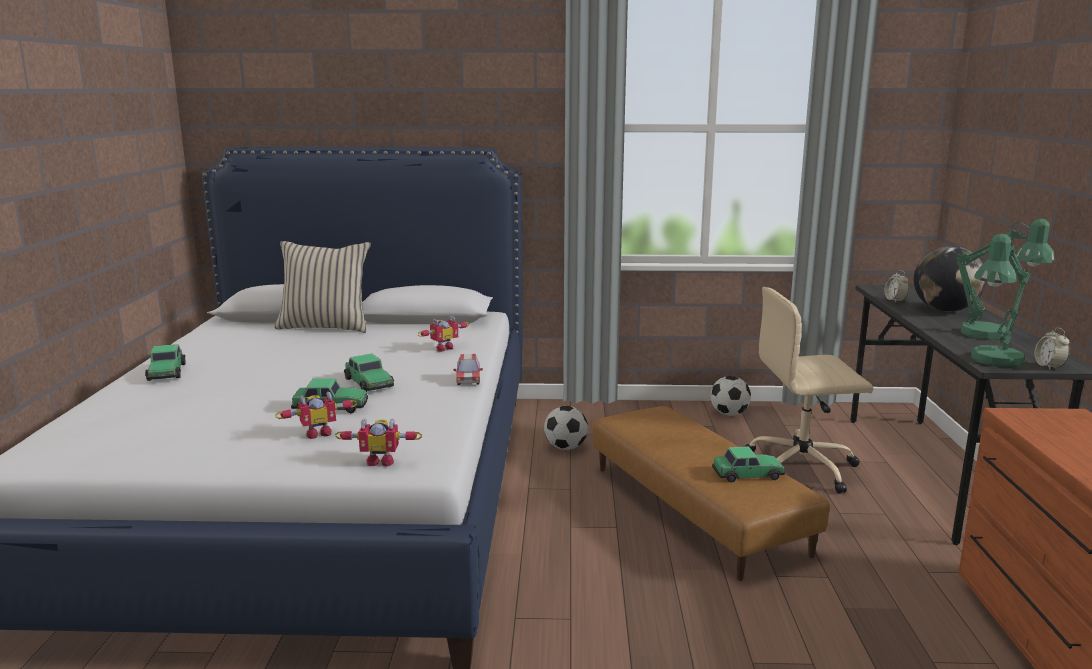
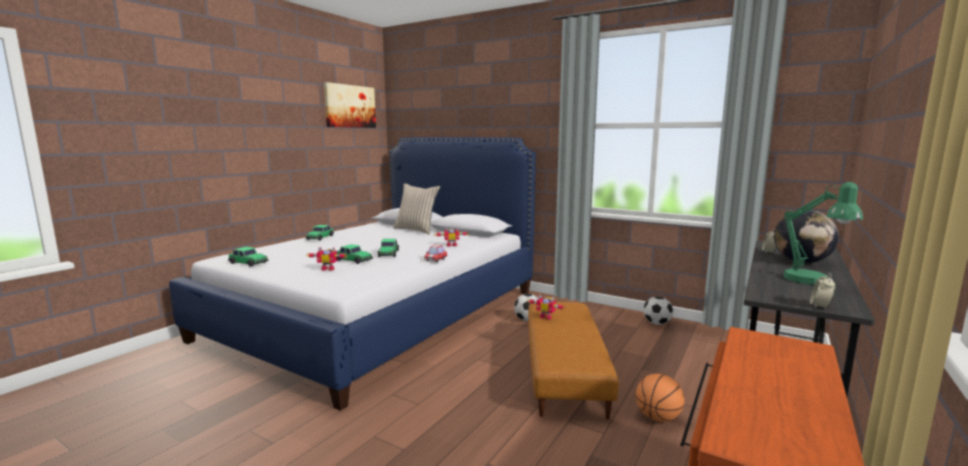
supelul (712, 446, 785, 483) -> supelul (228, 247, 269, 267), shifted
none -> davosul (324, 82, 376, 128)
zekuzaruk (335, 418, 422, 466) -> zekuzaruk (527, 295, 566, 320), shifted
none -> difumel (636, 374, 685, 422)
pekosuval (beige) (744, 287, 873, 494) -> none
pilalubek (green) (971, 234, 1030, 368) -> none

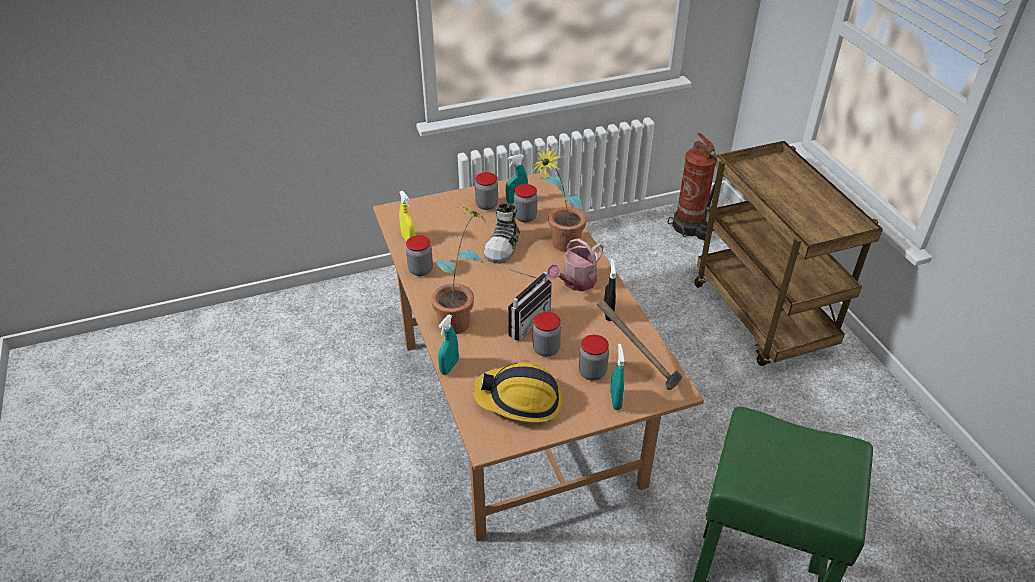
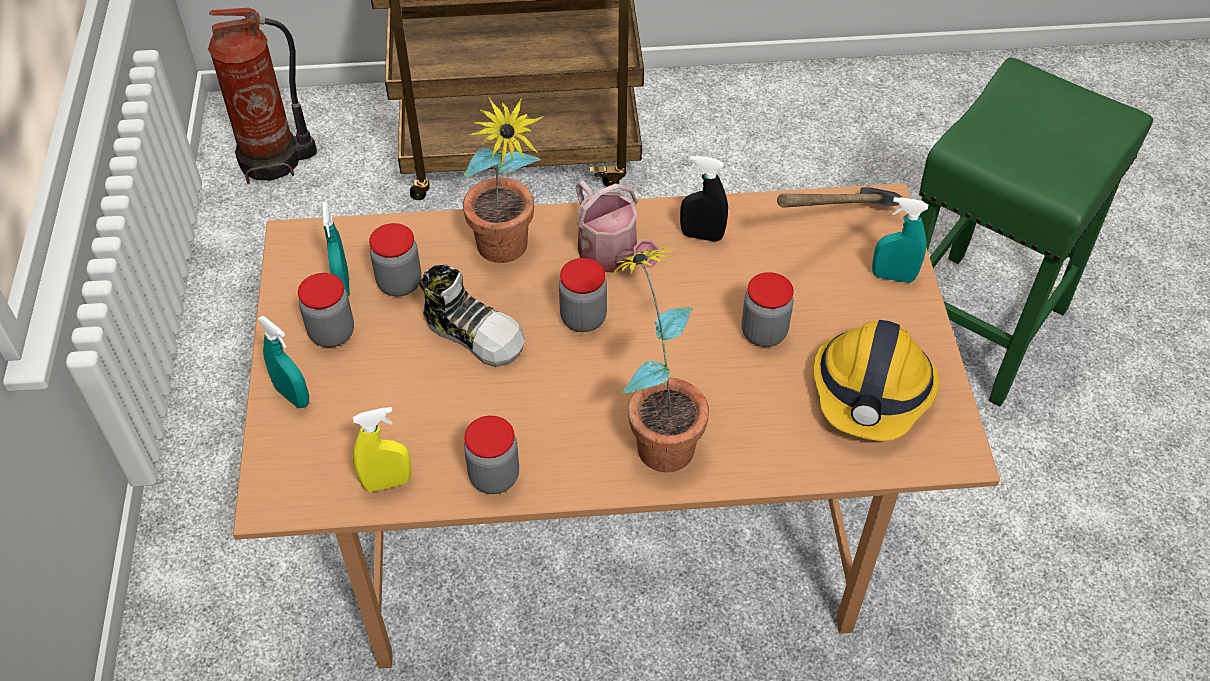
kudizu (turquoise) (438, 315, 459, 375) -> kudizu (turquoise) (258, 316, 309, 408), shifted
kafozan (579, 335, 609, 381) -> kafozan (559, 258, 607, 332), shifted
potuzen (508, 269, 552, 341) -> none

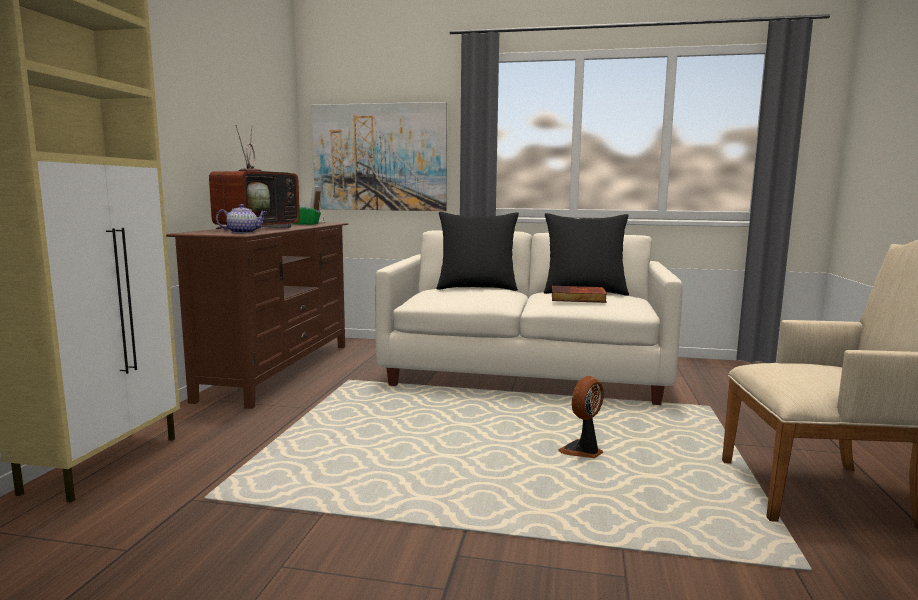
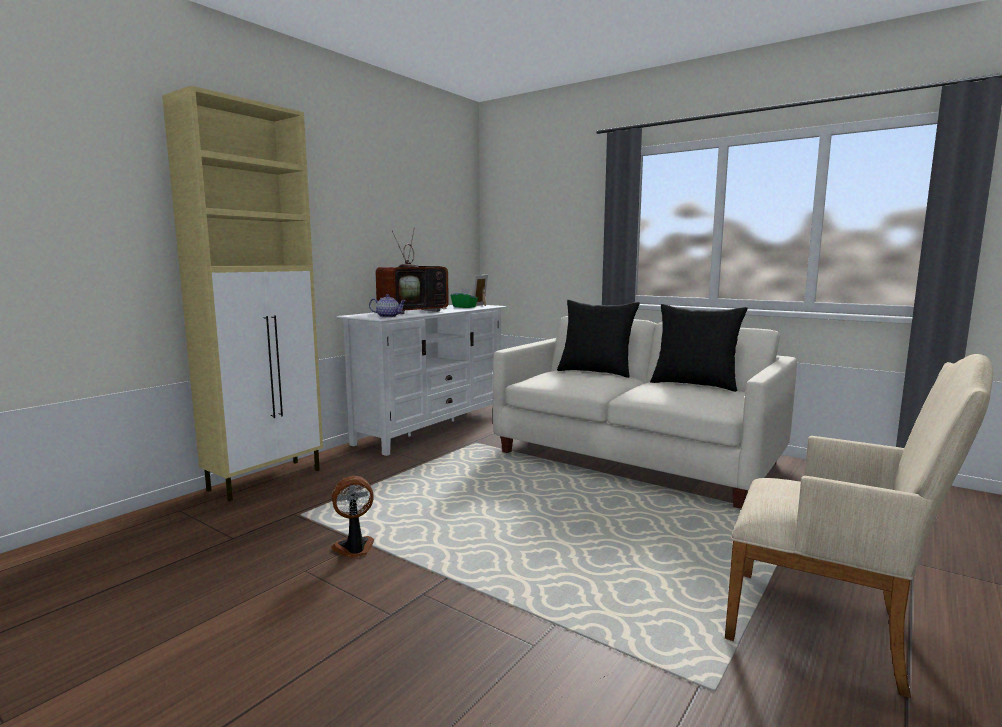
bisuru (558, 376, 604, 458) -> bisuru (331, 476, 374, 558), shifted
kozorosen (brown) (166, 222, 348, 409) -> kozorosen (white) (336, 305, 507, 456)
davosul (312, 102, 447, 211) -> none
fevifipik (552, 286, 607, 303) -> none

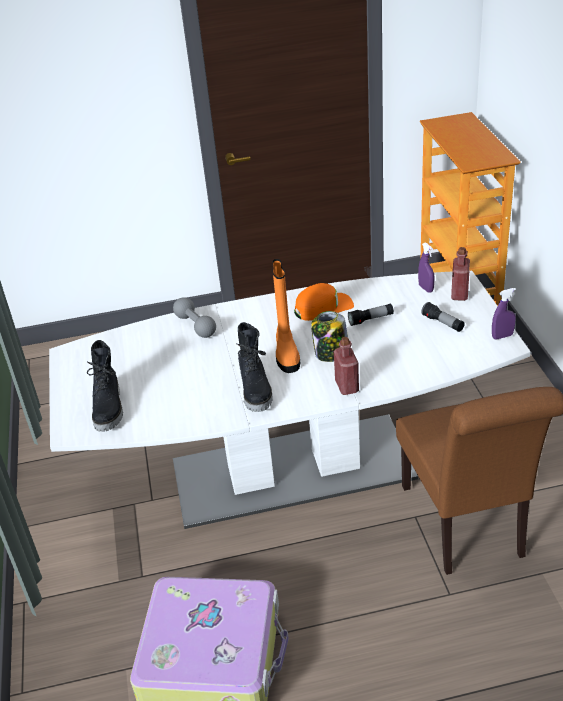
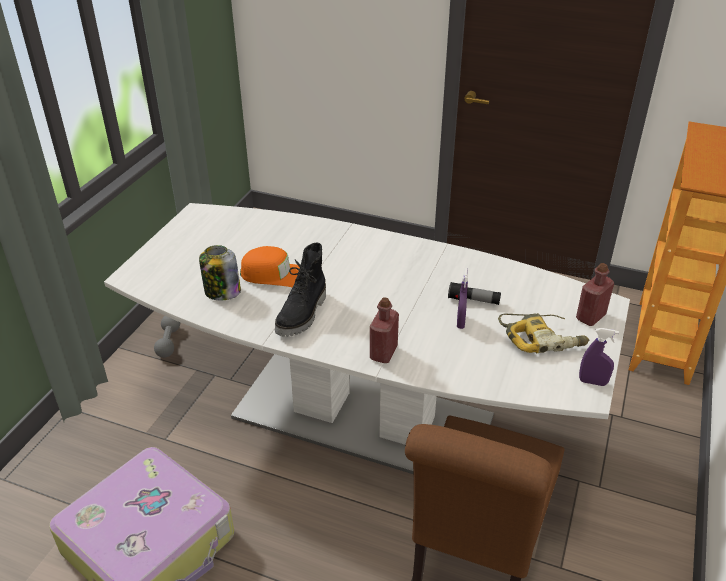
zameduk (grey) (173, 297, 216, 338) -> zameduk (grey) (154, 316, 180, 358), shifted
kafozan (311, 311, 348, 362) -> kafozan (199, 245, 241, 300), shifted
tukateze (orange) (294, 283, 354, 321) -> tukateze (orange) (240, 246, 300, 287), shifted
kudizu (purple) (418, 242, 435, 293) -> kudizu (purple) (457, 268, 468, 329), shifted
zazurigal (421, 302, 465, 332) -> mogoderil (498, 313, 589, 353)
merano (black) (87, 340, 123, 432) -> none
merano (orange) (272, 259, 300, 373) -> none

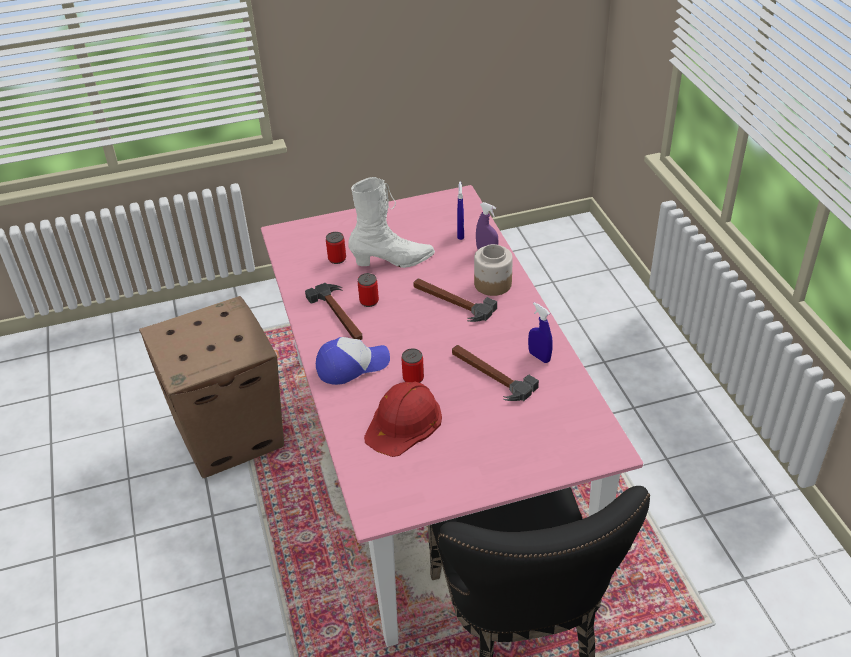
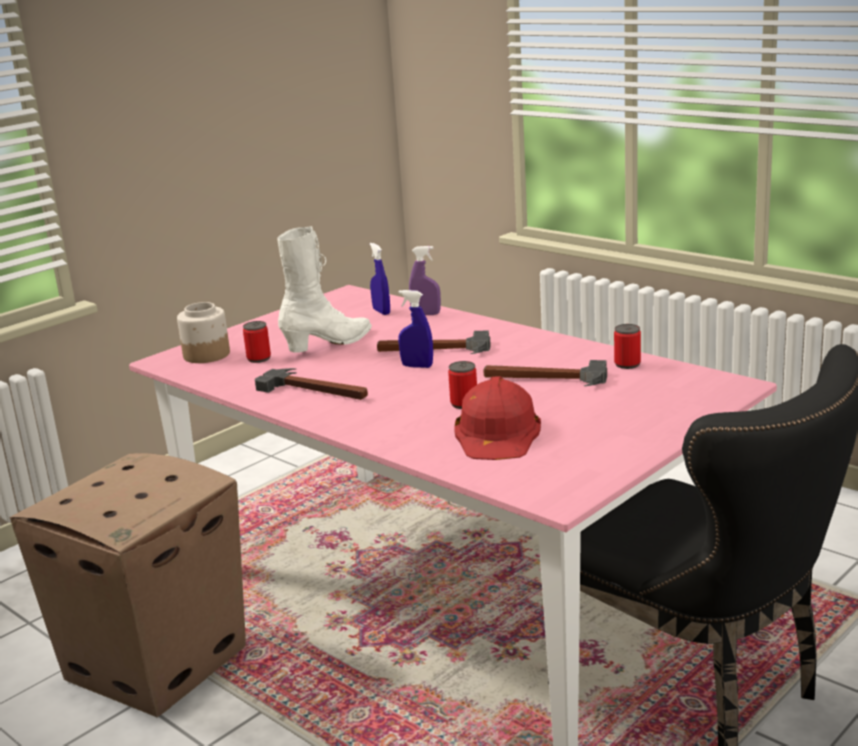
kafozan (474, 244, 513, 296) -> kafozan (177, 302, 230, 363), shifted
kudizu (blue) (528, 302, 553, 363) -> kudizu (blue) (398, 290, 433, 368), shifted
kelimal (358, 273, 379, 307) -> kelimal (614, 324, 641, 369), shifted
tukateze (316, 337, 390, 385) -> none

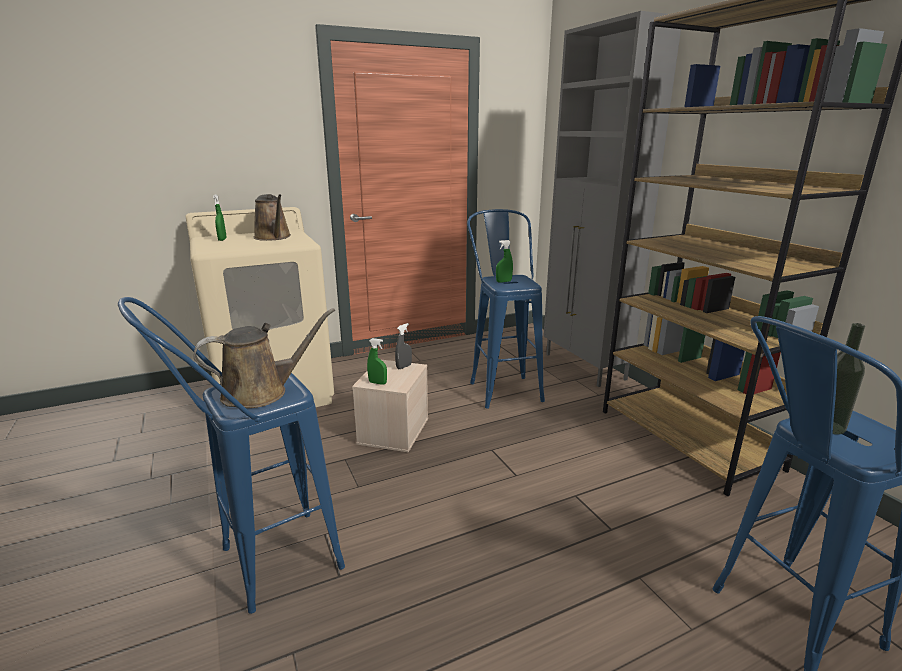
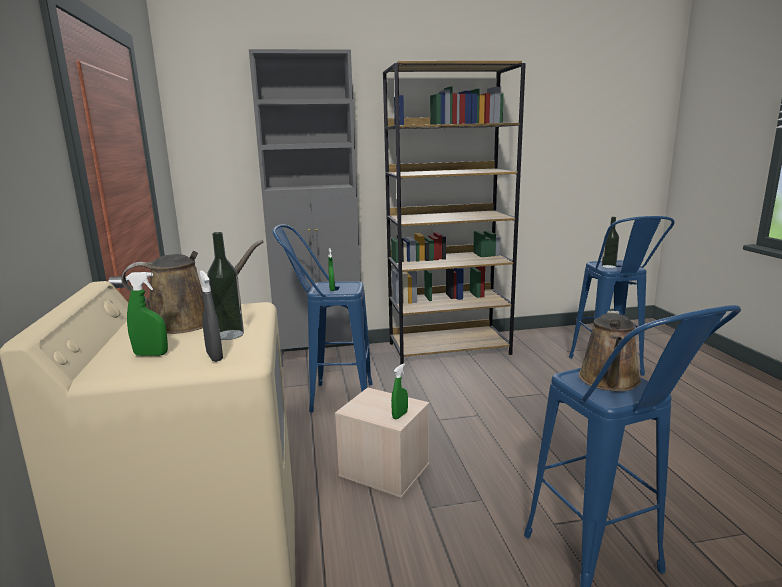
kudizu (grey) (395, 323, 412, 369) -> kudizu (grey) (199, 270, 223, 362), shifted
none -> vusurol (207, 232, 244, 340)
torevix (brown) (194, 308, 335, 408) -> torevix (brown) (579, 311, 641, 392), 150 degrees counterclockwise

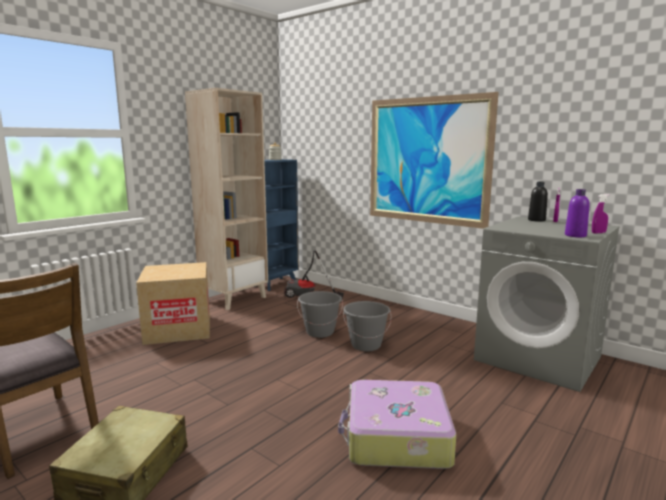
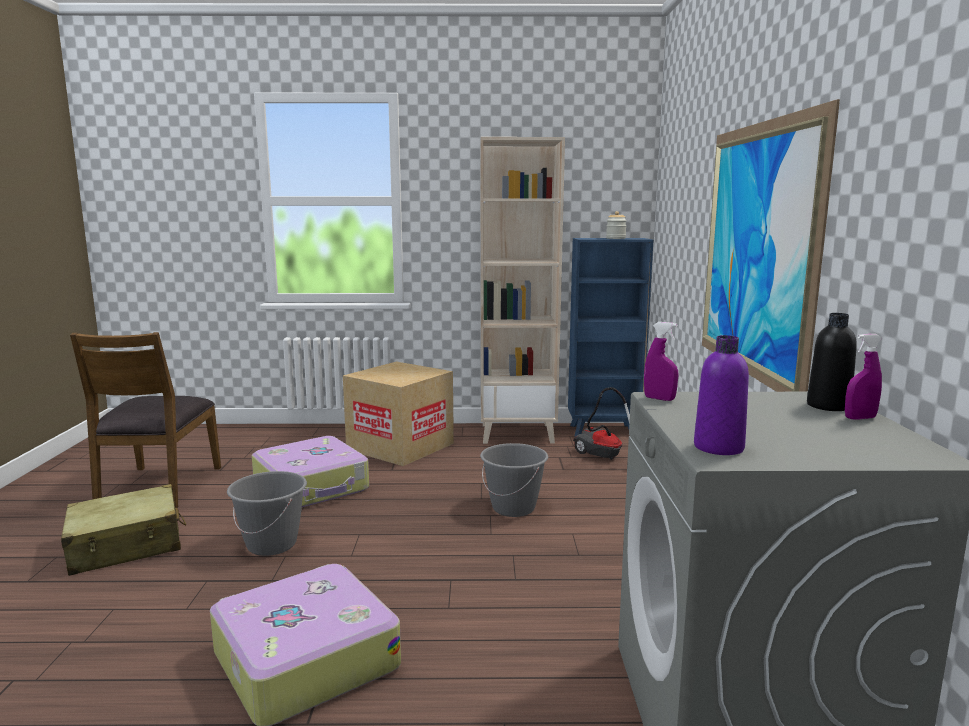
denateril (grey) (343, 301, 391, 351) -> denateril (grey) (227, 471, 307, 556), shifted
none -> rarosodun (252, 436, 369, 507)
kudizu (purple) (592, 194, 609, 233) -> kudizu (purple) (644, 322, 678, 401), shifted

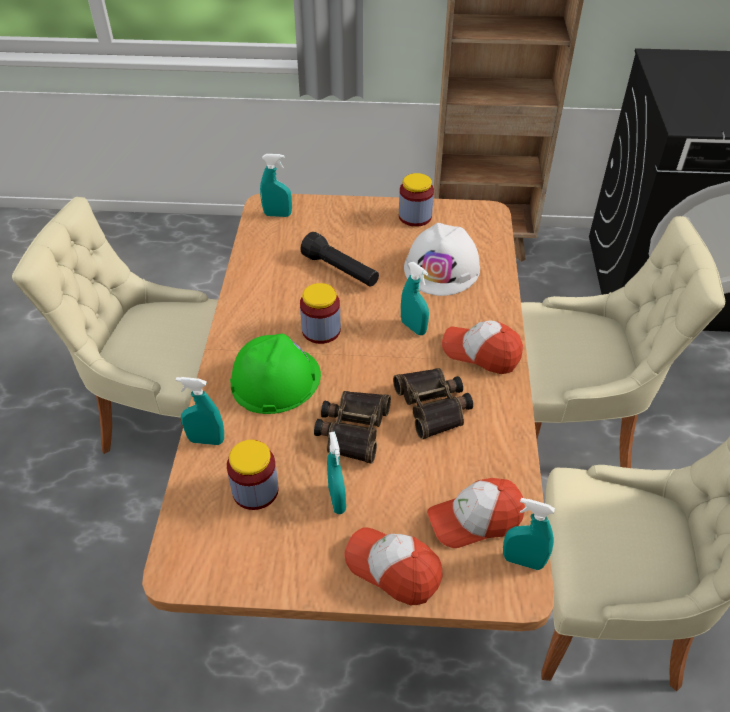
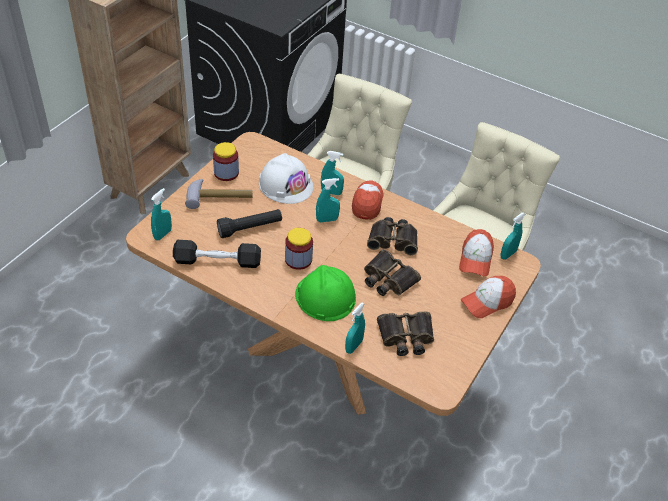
none -> zameduk (black) (173, 240, 261, 268)
none -> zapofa (185, 179, 253, 209)
kudizu (turquoise) (327, 431, 346, 514) -> kudizu (turquoise) (321, 151, 344, 195), shifted
tukateze (442, 320, 523, 374) -> tukateze (352, 180, 383, 220), 135 degrees clockwise
kafozan (227, 440, 279, 510) -> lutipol (377, 312, 434, 356)
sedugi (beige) (12, 197, 218, 454) -> none

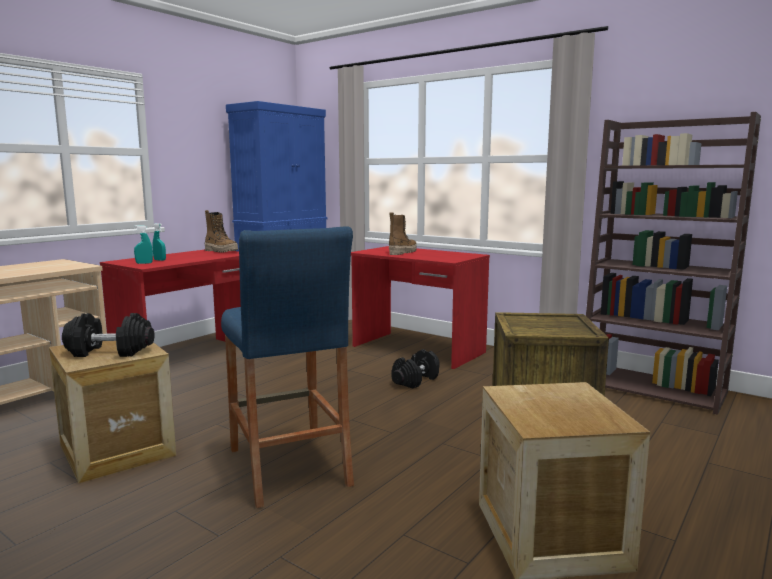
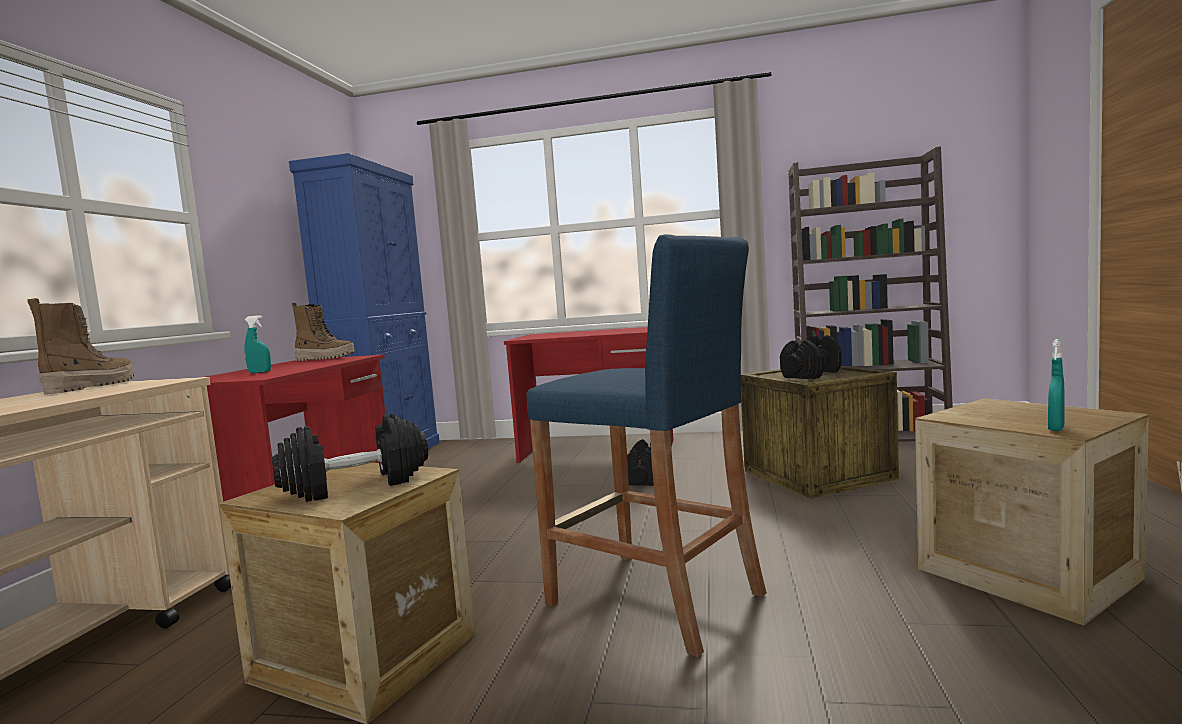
merano (389, 213, 417, 255) -> merano (27, 298, 134, 394), shifted
none -> zameduk (black) (780, 335, 842, 379)
kudizu (turquoise) (134, 225, 153, 264) -> kudizu (turquoise) (1048, 339, 1065, 431), shifted

